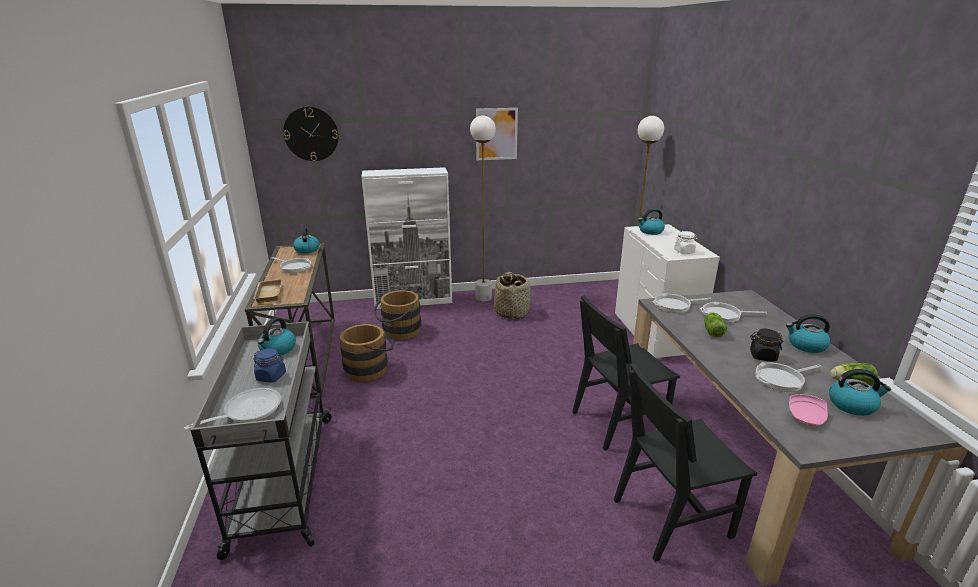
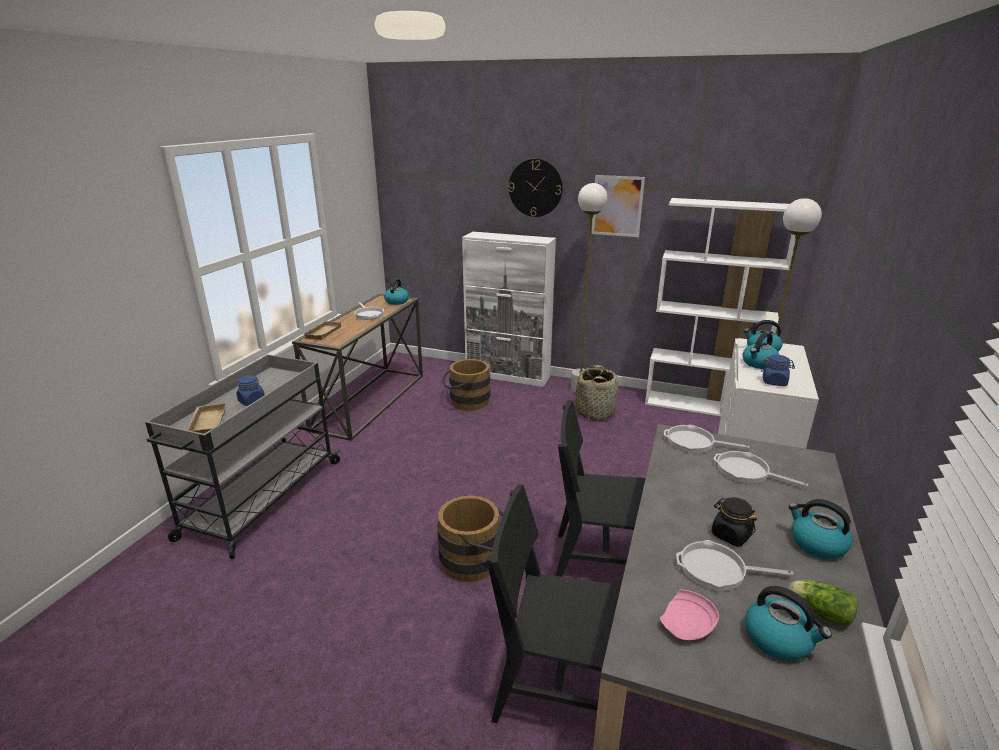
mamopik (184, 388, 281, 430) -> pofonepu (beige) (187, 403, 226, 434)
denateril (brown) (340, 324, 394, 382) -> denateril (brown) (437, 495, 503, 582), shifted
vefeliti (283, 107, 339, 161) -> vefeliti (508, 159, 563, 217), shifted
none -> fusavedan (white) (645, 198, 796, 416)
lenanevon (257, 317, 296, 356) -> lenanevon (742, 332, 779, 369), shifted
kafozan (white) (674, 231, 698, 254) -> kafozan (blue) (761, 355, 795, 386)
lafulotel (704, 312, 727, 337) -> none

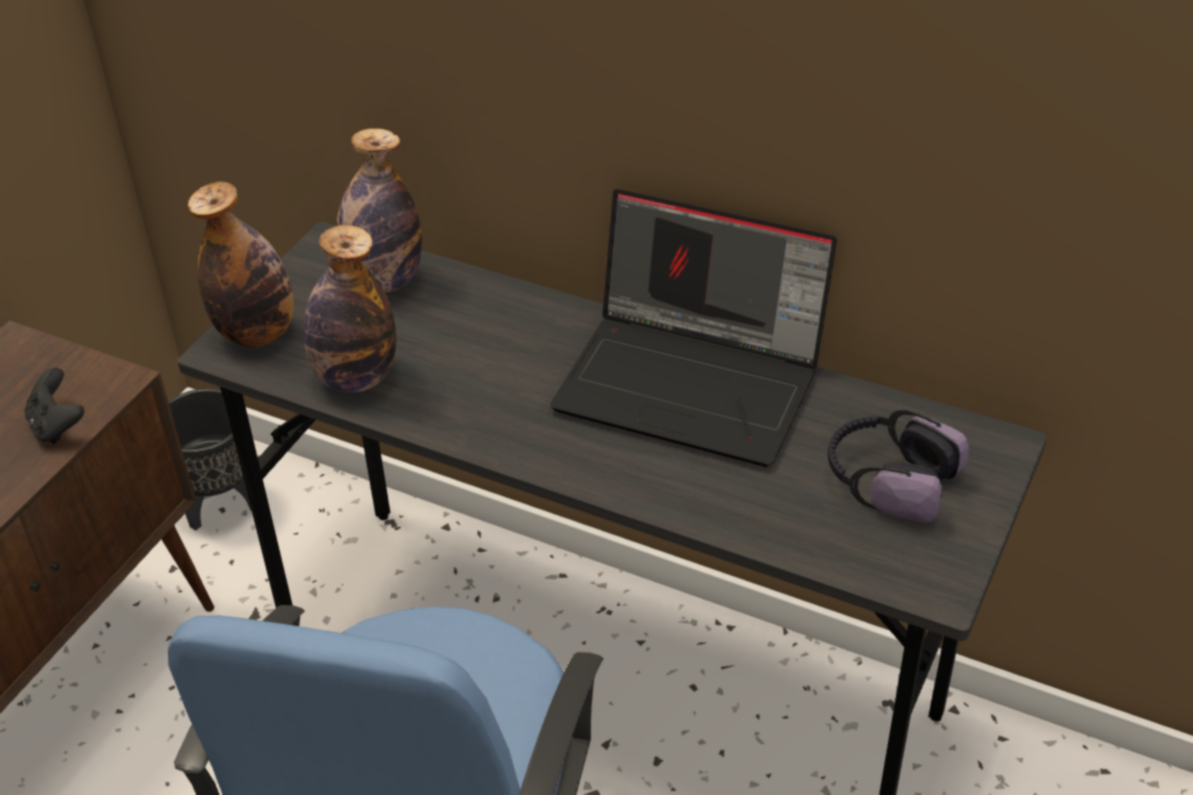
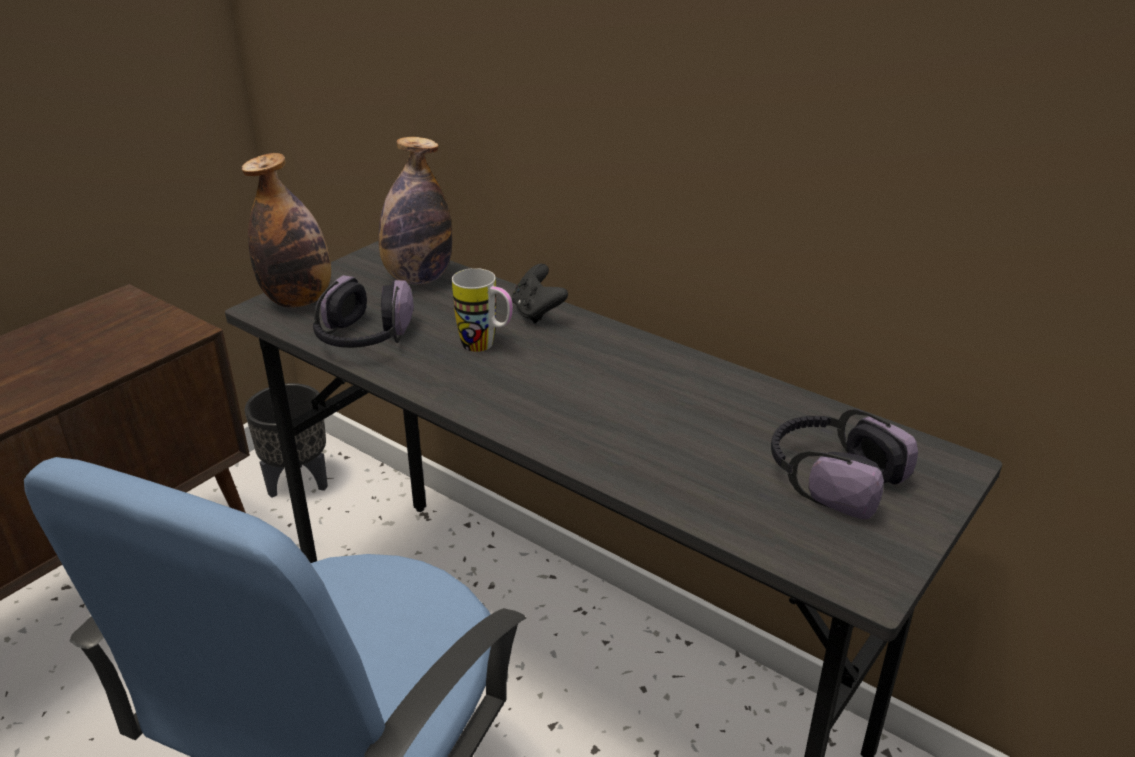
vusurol (303, 225, 396, 392) -> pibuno (313, 275, 414, 348)
none -> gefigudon (452, 268, 513, 352)
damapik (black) (25, 367, 84, 444) -> damapik (black) (512, 264, 568, 324), shifted
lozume (550, 189, 837, 467) -> none

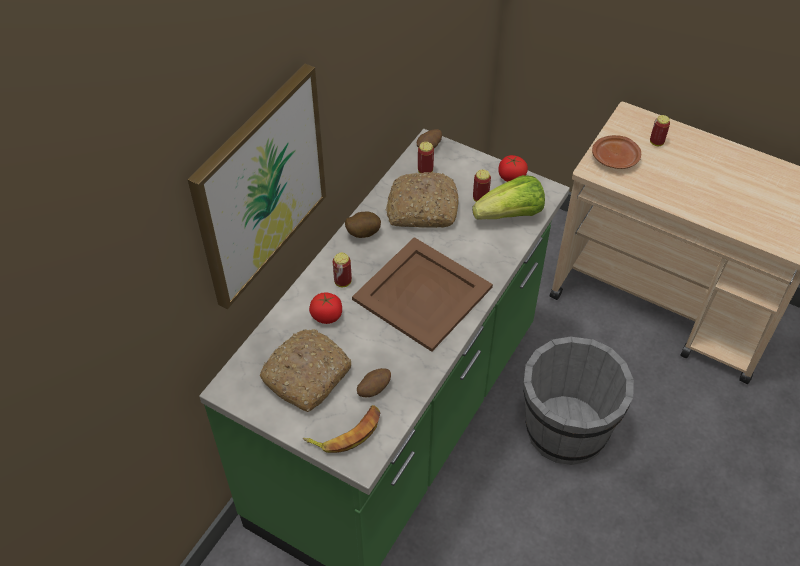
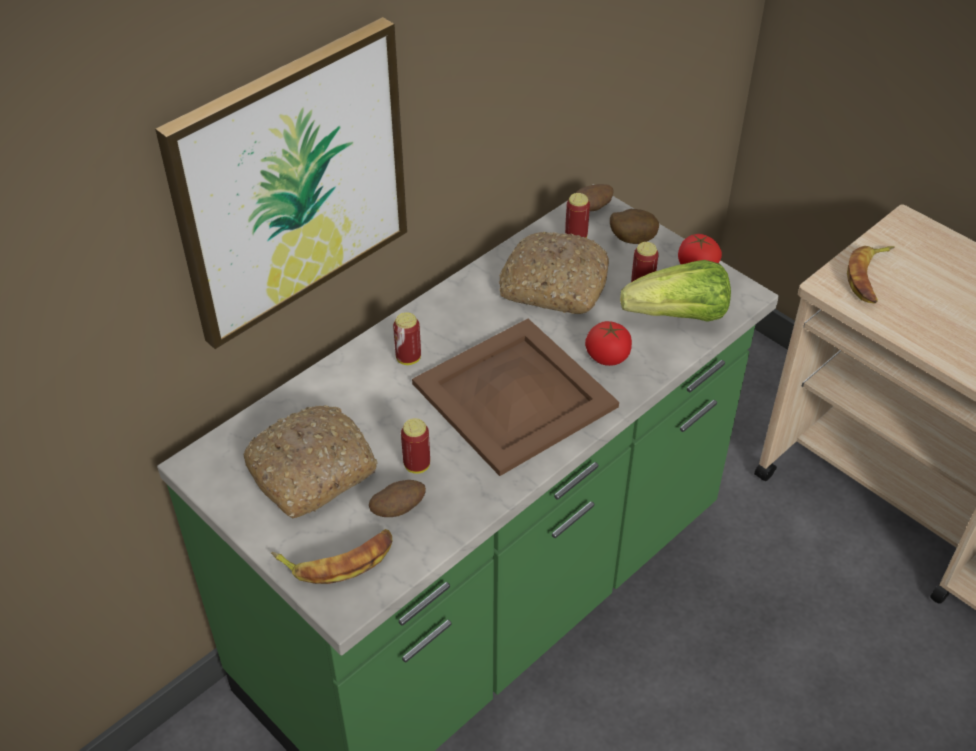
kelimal (650, 115, 670, 146) -> kelimal (401, 418, 430, 474), shifted
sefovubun (309, 293, 342, 324) -> sefovubun (585, 321, 632, 366), shifted
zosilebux (345, 211, 381, 238) -> zosilebux (610, 209, 659, 244), shifted
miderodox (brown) (592, 135, 641, 169) -> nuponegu (847, 246, 895, 304)
denateril (grey) (523, 336, 634, 465) -> none

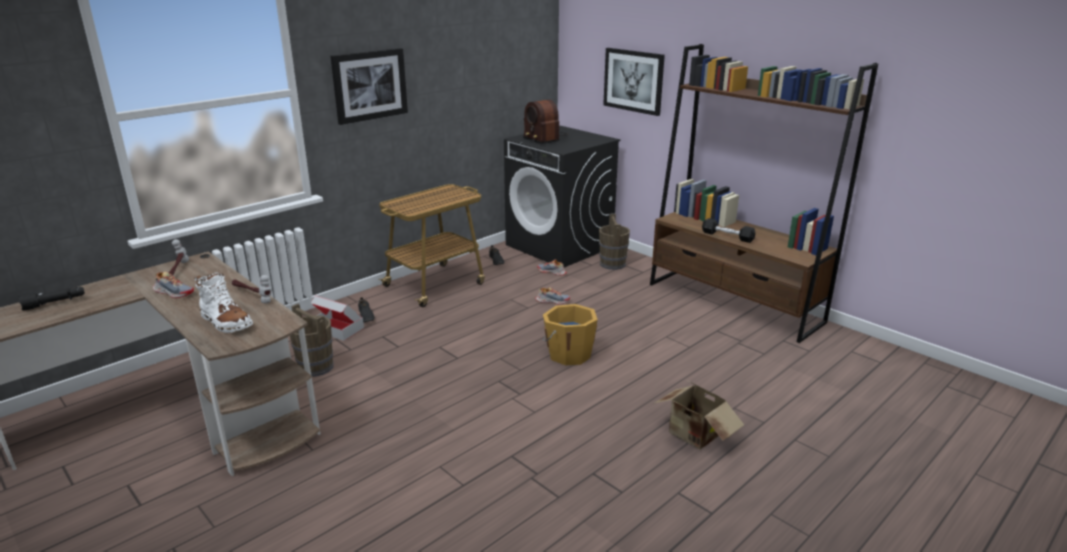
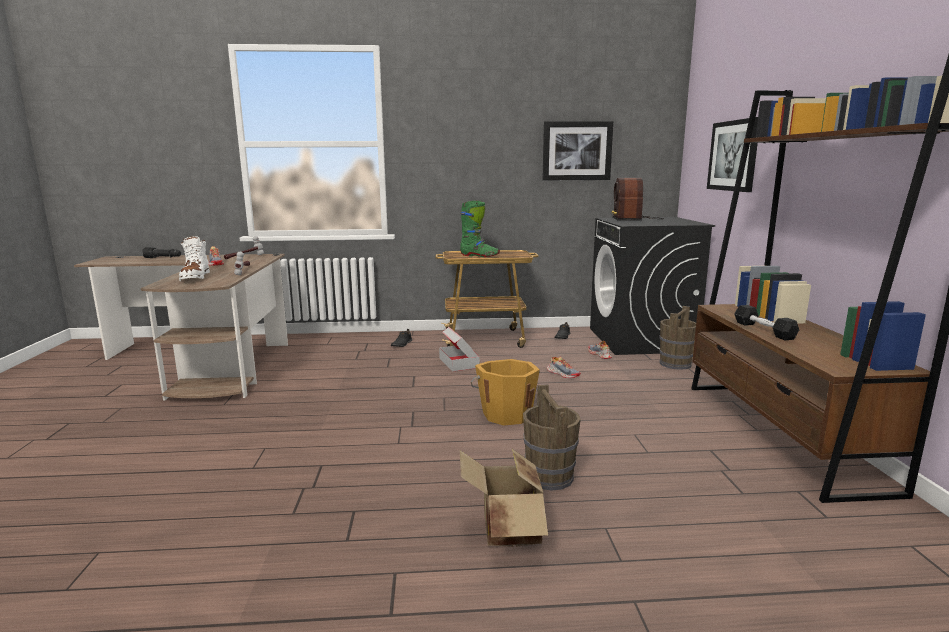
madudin (311, 295, 364, 341) -> madudin (439, 327, 479, 372), shifted
none -> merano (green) (460, 201, 500, 257)
denateril (brown) (290, 303, 334, 377) -> denateril (brown) (523, 384, 581, 491), shifted
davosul (331, 48, 408, 125) -> davosul (542, 121, 613, 180), shifted

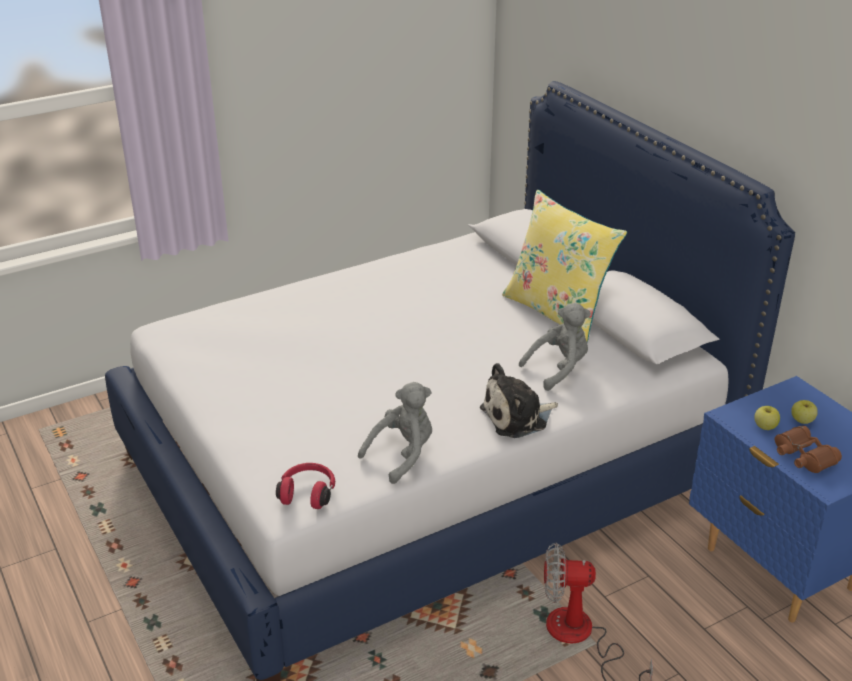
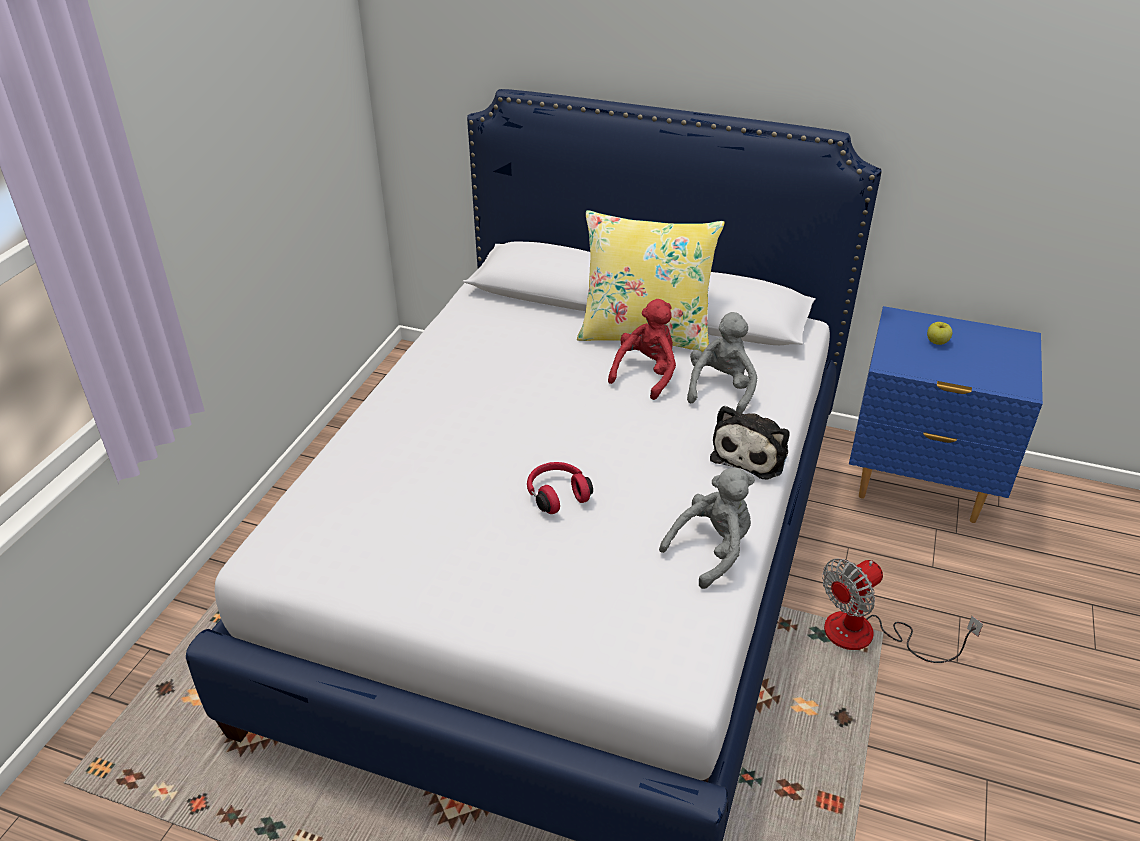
pibuno (red) (276, 463, 335, 509) -> pibuno (red) (527, 462, 593, 514), shifted
none -> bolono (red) (608, 299, 676, 400)
bolono (grey) (358, 382, 432, 484) -> bolono (grey) (659, 467, 755, 589), 45 degrees clockwise
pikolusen (754, 406, 780, 430) -> none
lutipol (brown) (775, 426, 842, 473) -> none

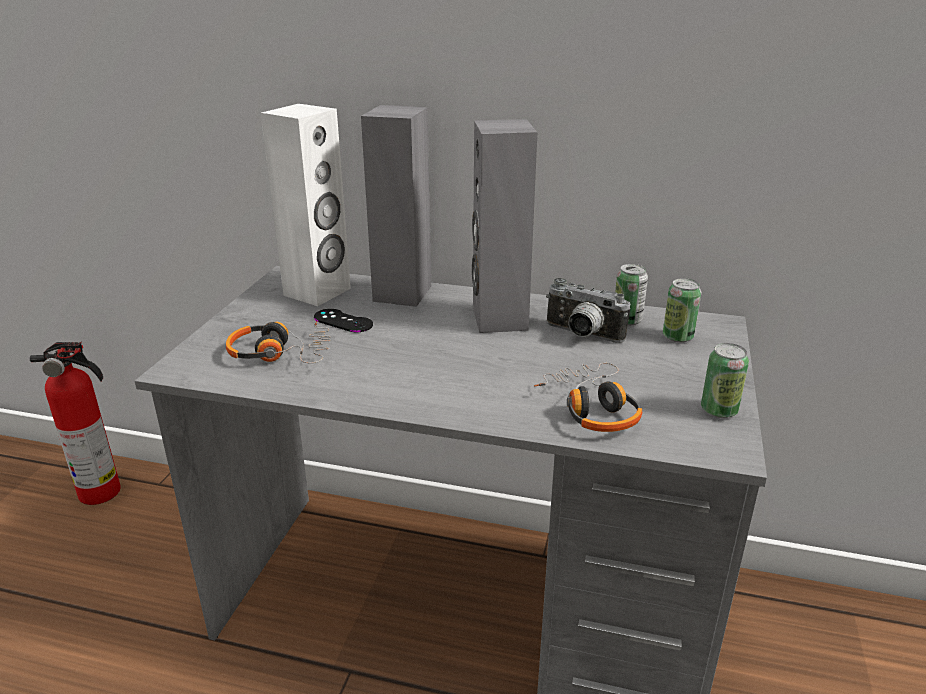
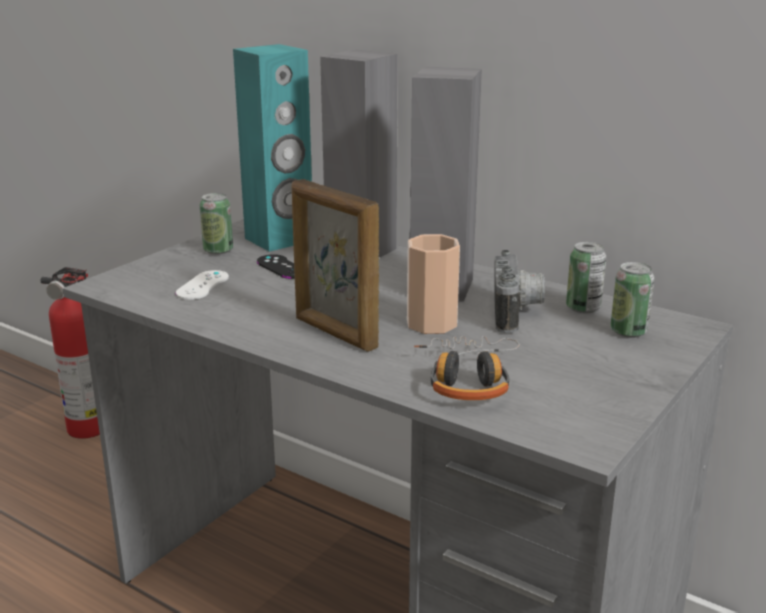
pibuno (226, 321, 331, 363) -> damapik (white) (175, 270, 229, 300)
kelimal (701, 343, 749, 418) -> kelimal (200, 193, 233, 255), shifted
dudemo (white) (261, 104, 351, 306) -> dudemo (turquoise) (233, 44, 312, 252)
none -> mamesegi (291, 179, 379, 352)
none -> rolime (407, 234, 460, 334)
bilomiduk (546, 278, 630, 343) -> bilomiduk (494, 250, 545, 333), 135 degrees counterclockwise

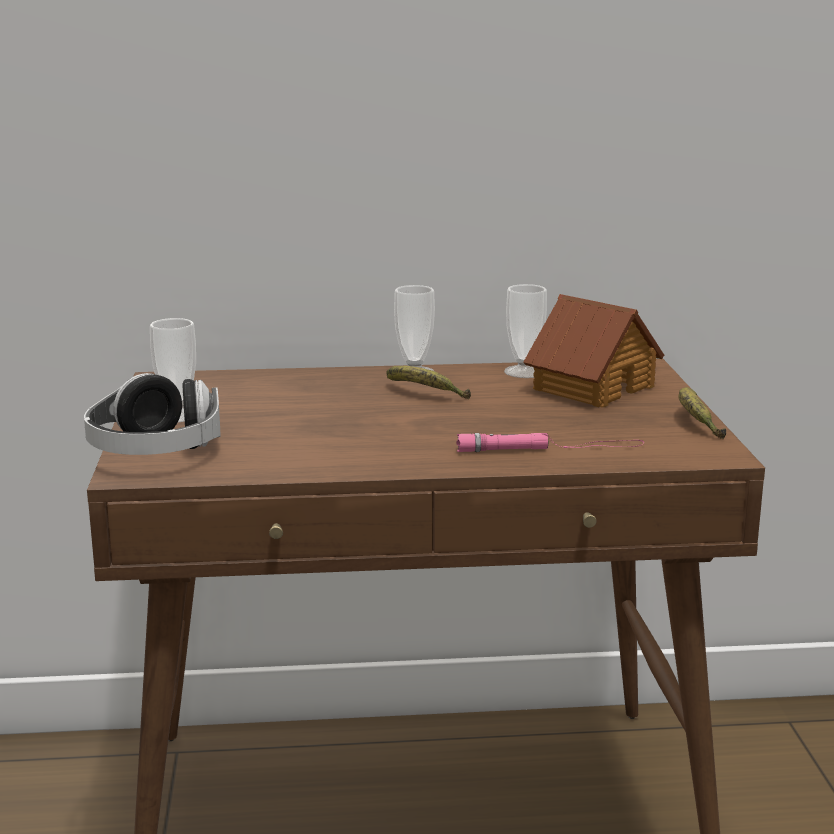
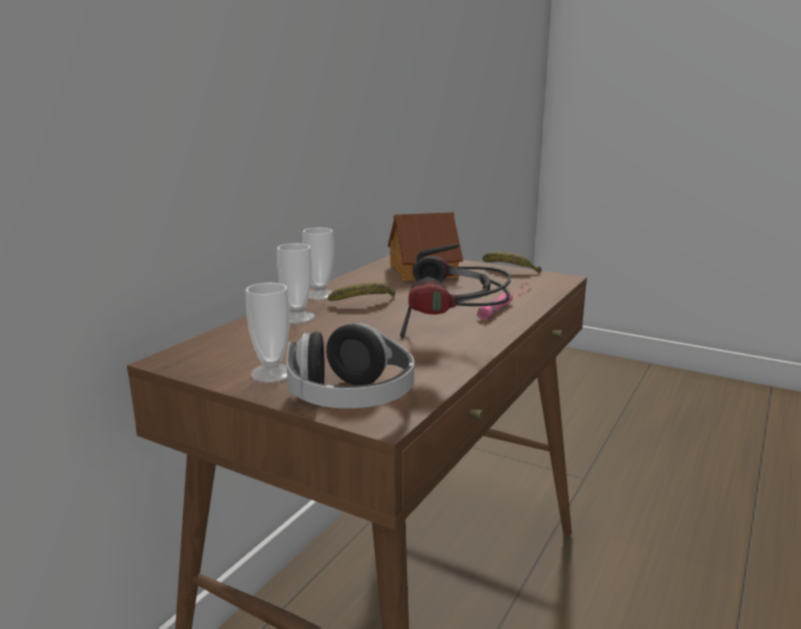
rolime (504, 284, 547, 378) -> rolime (277, 243, 315, 323), shifted
none -> pibuno (400, 244, 511, 338)

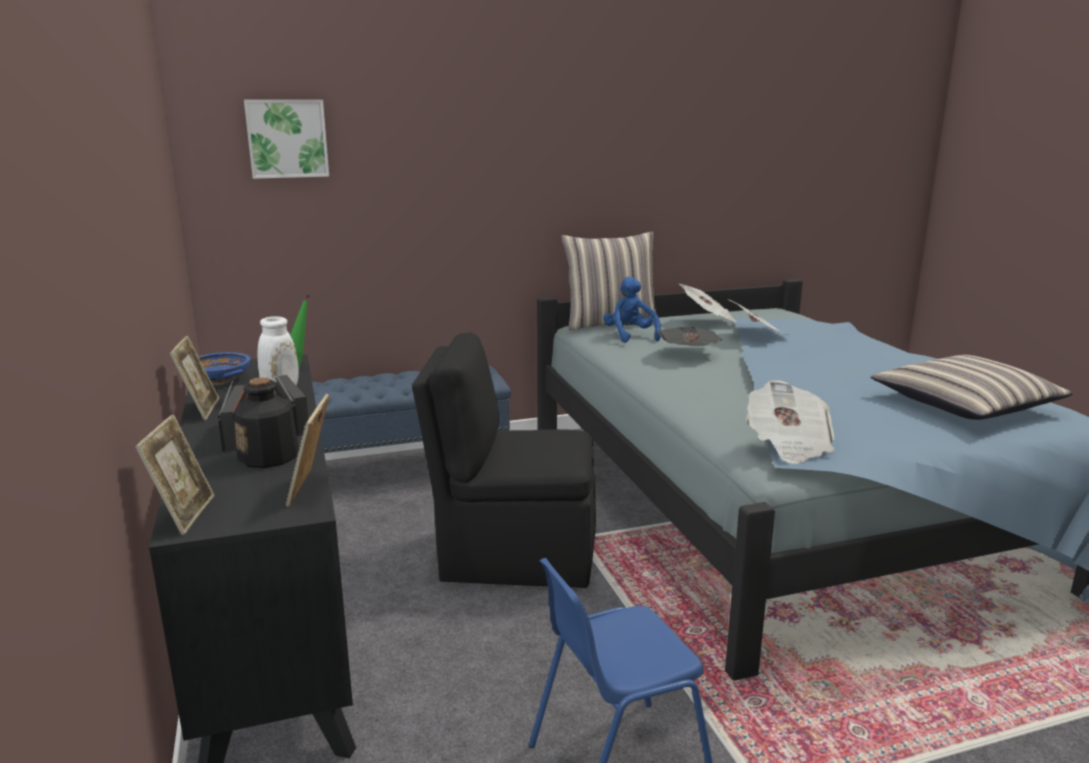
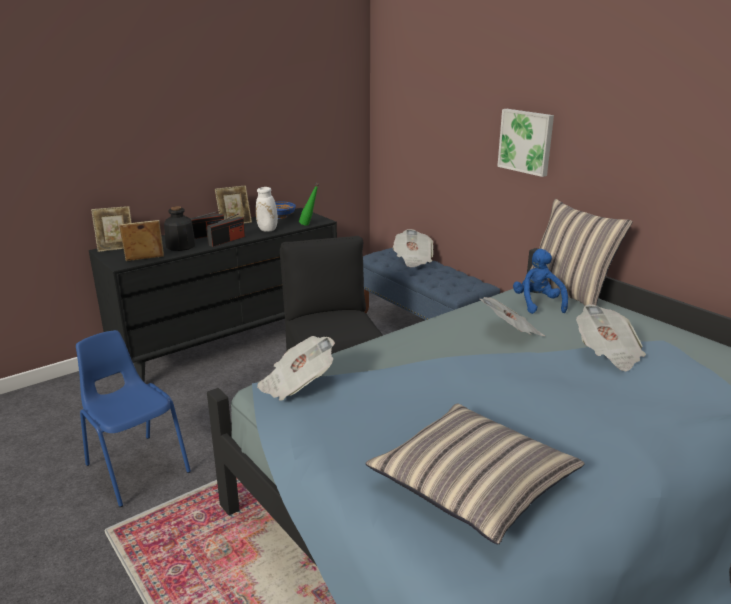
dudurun (679, 284, 736, 322) -> dudurun (393, 229, 433, 267), shifted
davosul (244, 100, 329, 179) -> davosul (497, 109, 554, 177), shifted
bolono (blue) (603, 277, 661, 343) -> bolono (blue) (513, 249, 568, 314), 60 degrees counterclockwise

